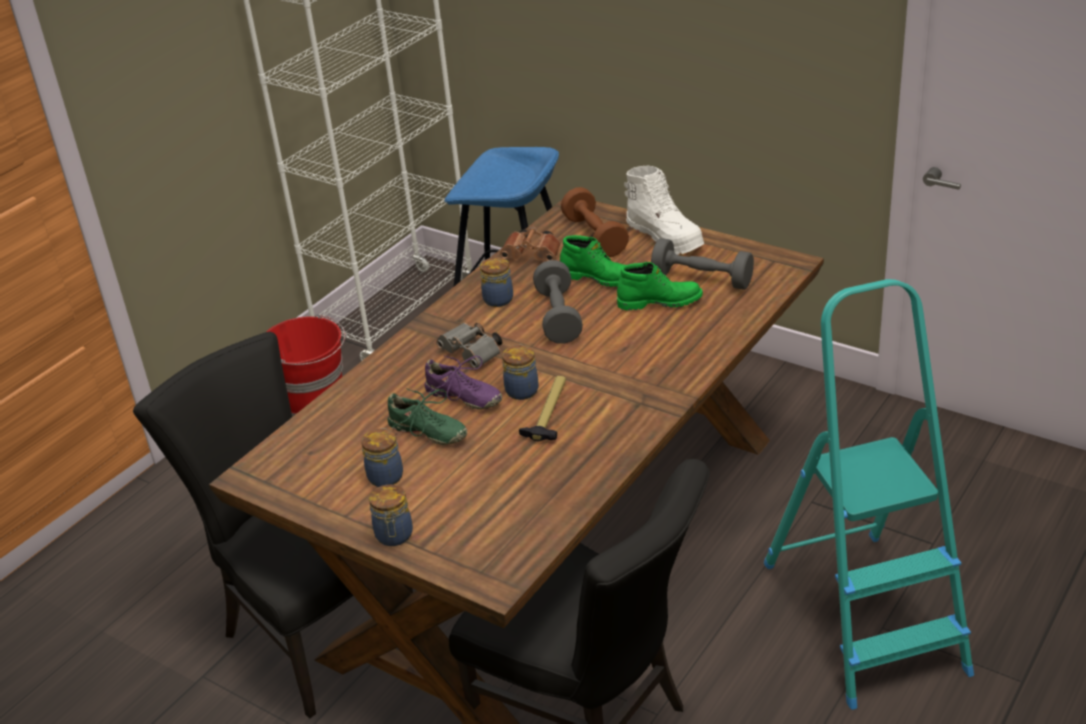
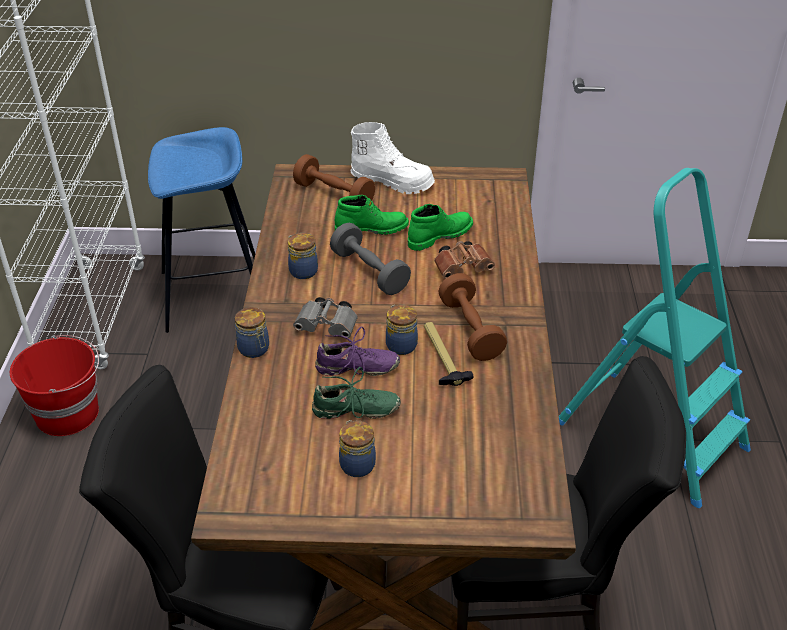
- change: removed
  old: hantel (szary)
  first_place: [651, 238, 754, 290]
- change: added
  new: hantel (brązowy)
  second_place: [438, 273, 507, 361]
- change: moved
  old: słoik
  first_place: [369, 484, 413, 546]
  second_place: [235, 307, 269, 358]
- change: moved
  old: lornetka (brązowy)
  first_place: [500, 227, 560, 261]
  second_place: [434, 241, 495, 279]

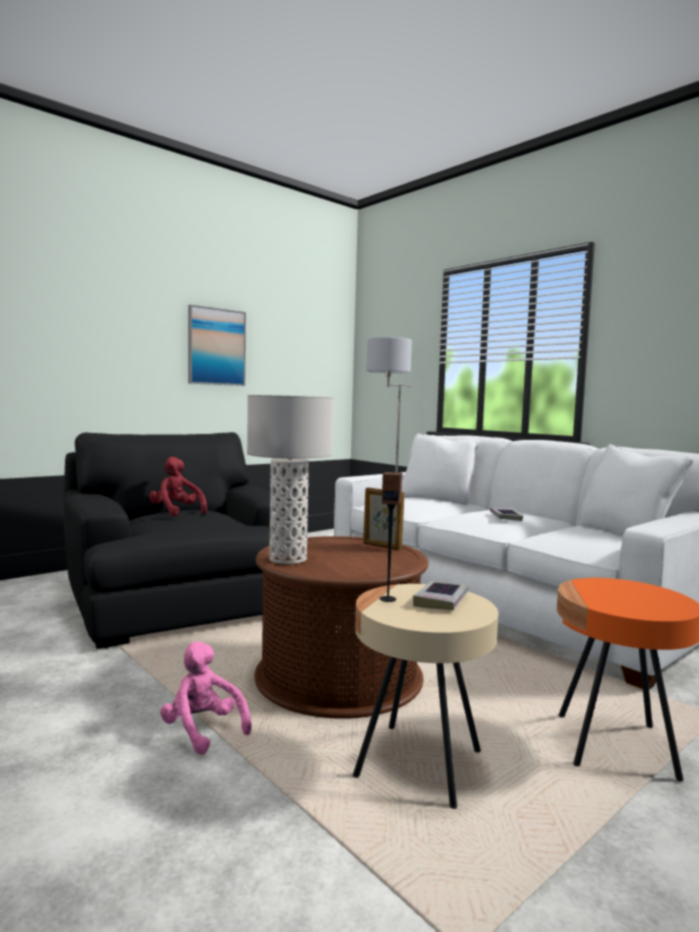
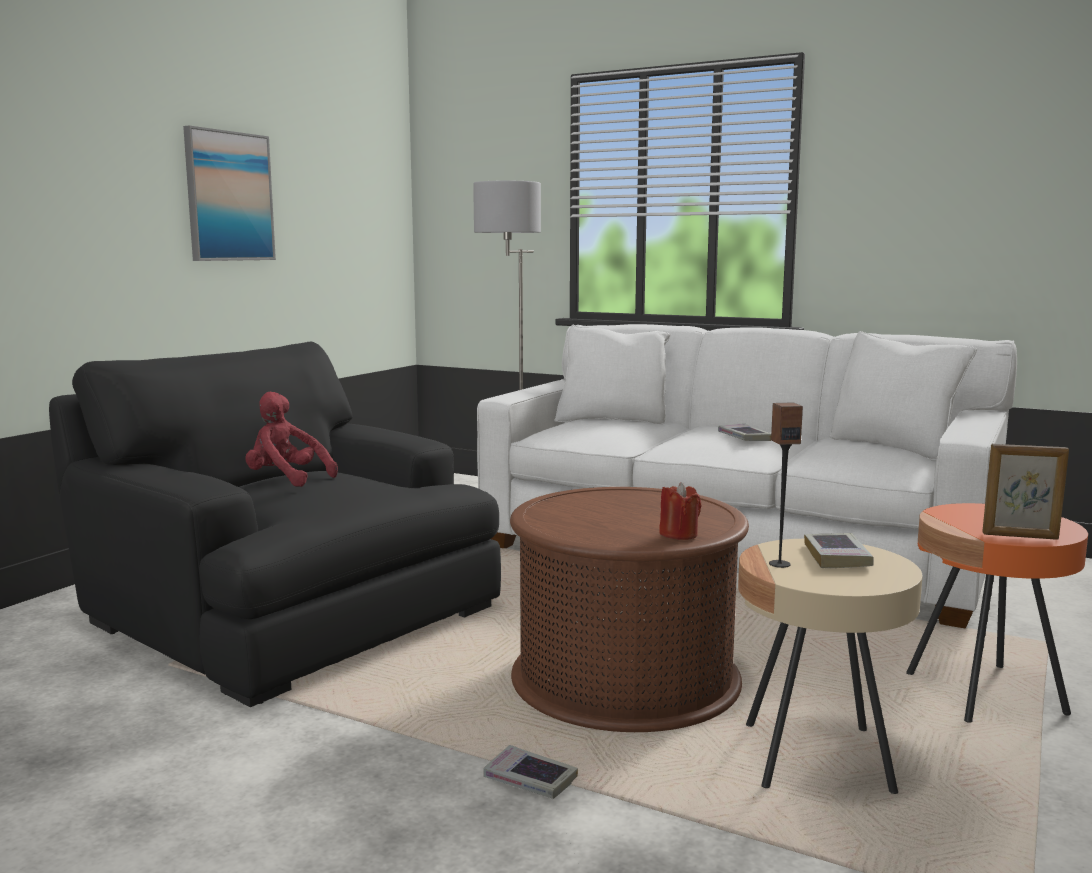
- change: removed
  old: lampa stołowa (biały)
  first_place: [247, 395, 334, 564]
- change: added
  new: świeca (czerwony)
  second_place: [659, 482, 701, 540]
- change: moved
  old: ramka na zdjęcie
  first_place: [363, 488, 404, 550]
  second_place: [982, 444, 1069, 540]
- change: replaced
  old: pluszak (różowy)
  new: książka
  first_place: [160, 641, 252, 755]
  second_place: [483, 745, 578, 799]

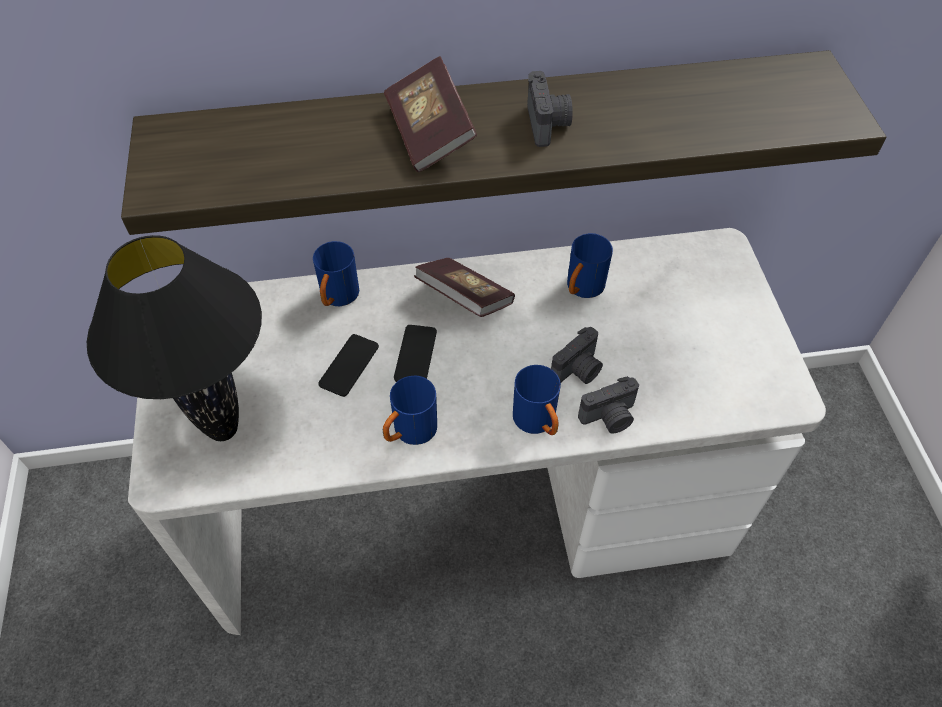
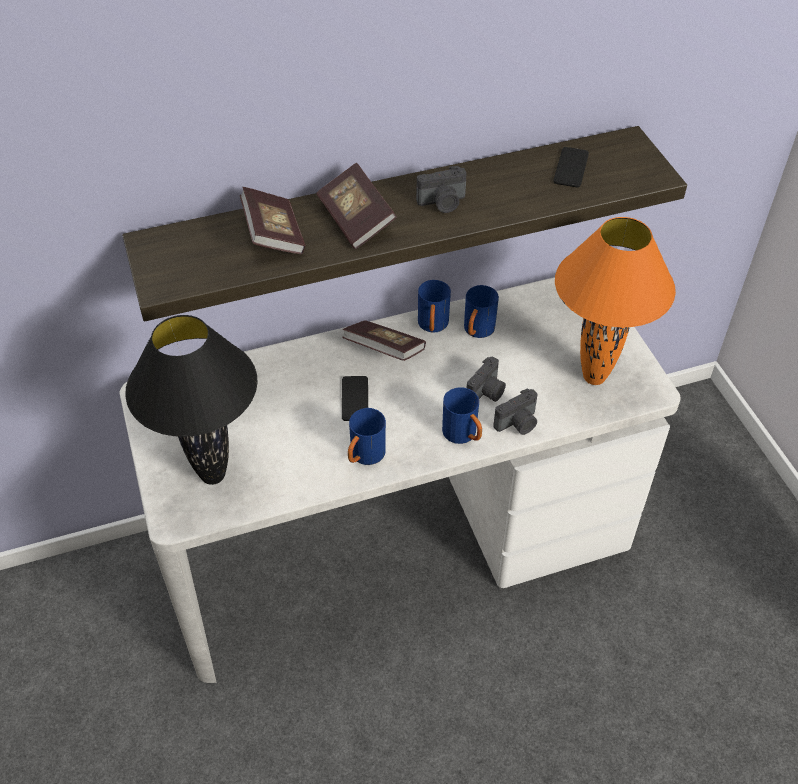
- change: added
  new: książka
  second_place: [240, 187, 305, 254]
- change: added
  new: lampa stołowa (pomarańczowy)
  second_place: [555, 217, 676, 385]
- change: moved
  old: kubek (niebieski)
  first_place: [313, 241, 359, 306]
  second_place: [418, 280, 451, 333]
- change: moved
  old: telefon
  first_place: [318, 334, 379, 397]
  second_place: [553, 147, 589, 187]
- change: turned
  old: aparat fotograficzny
  first_place: [527, 71, 573, 147]
  second_place: [416, 166, 467, 213]
  degrees: 90

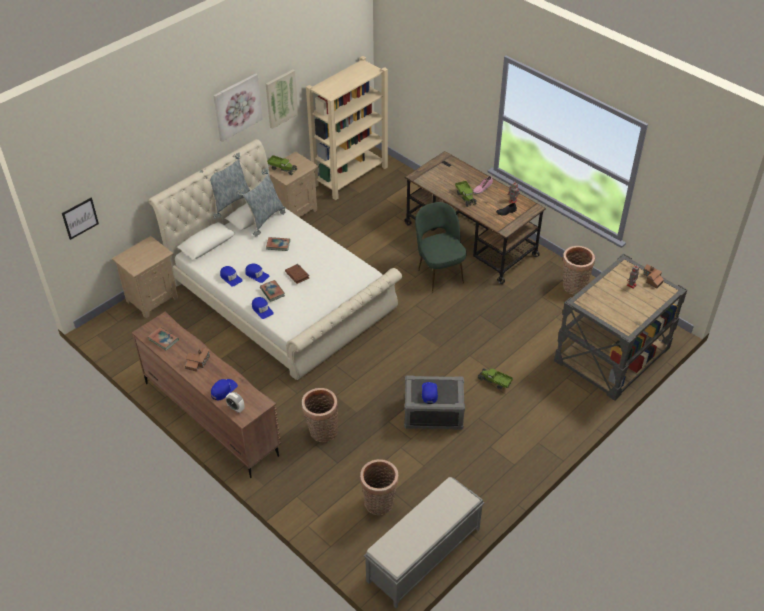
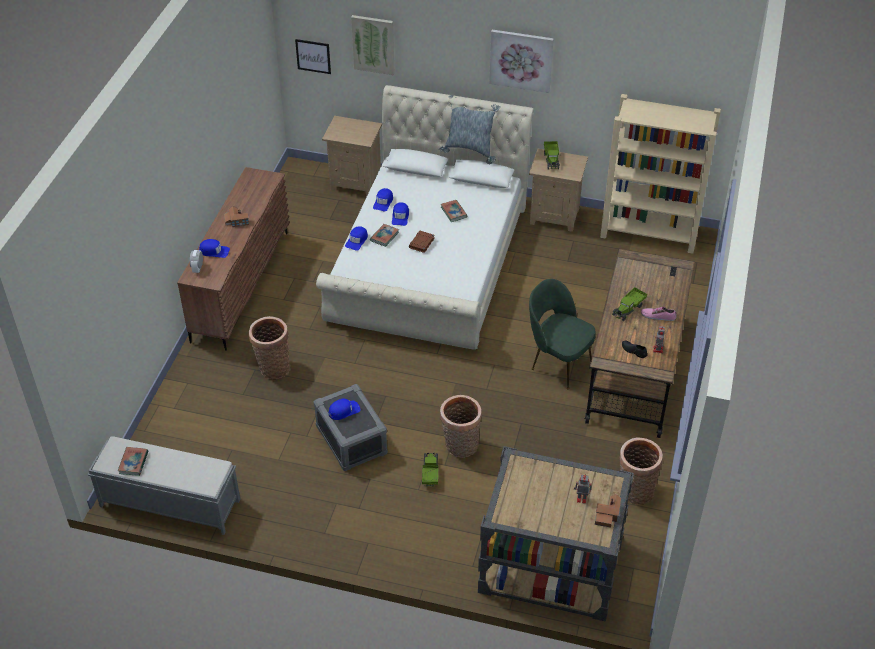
- change: removed
  old: poduszka
  first_place: [237, 167, 286, 237]
- change: moved
  old: książka
  first_place: [148, 327, 179, 351]
  second_place: [118, 447, 149, 476]
- change: moved
  old: obraz
  first_place: [266, 69, 298, 129]
  second_place: [351, 15, 394, 75]
- change: moved
  old: koszyk
  first_place: [360, 459, 398, 515]
  second_place: [440, 395, 482, 458]
- change: turned
  old: krzesło (zielony)
  first_place: [415, 202, 466, 292]
  second_place: [529, 279, 596, 390]
  degrees: -90

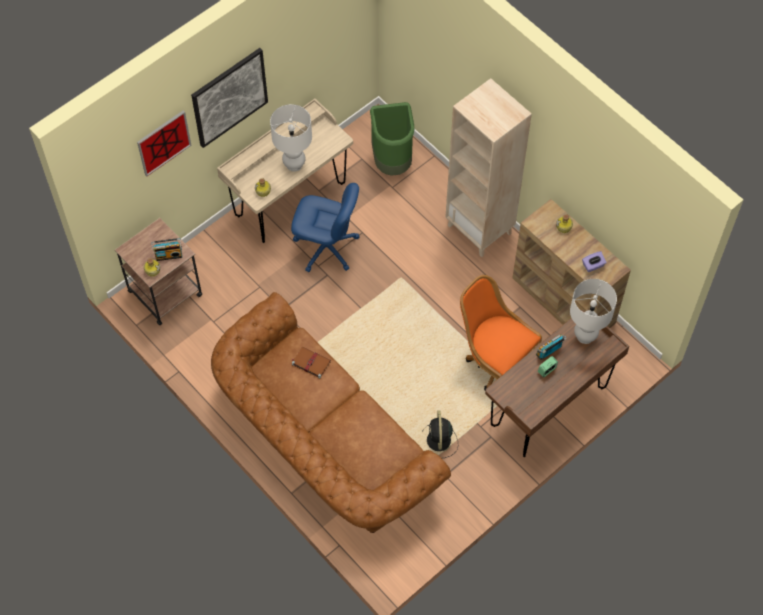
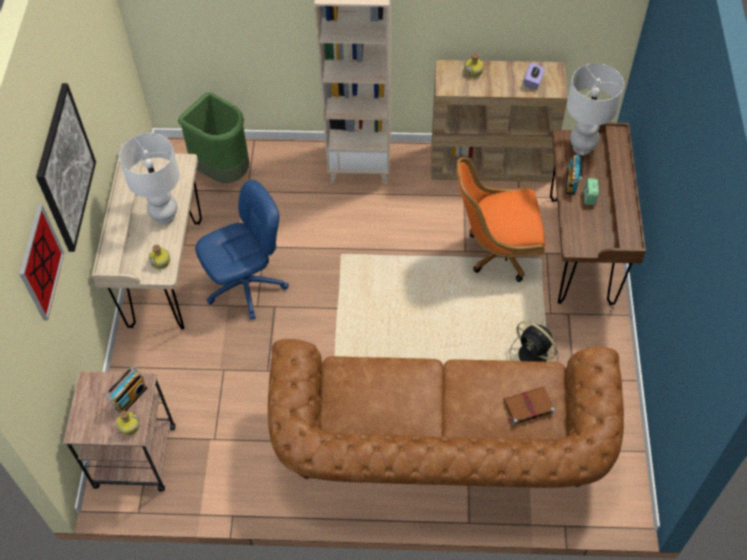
- change: moved
  old: książka (brązowy)
  first_place: [291, 347, 331, 378]
  second_place: [503, 387, 555, 425]

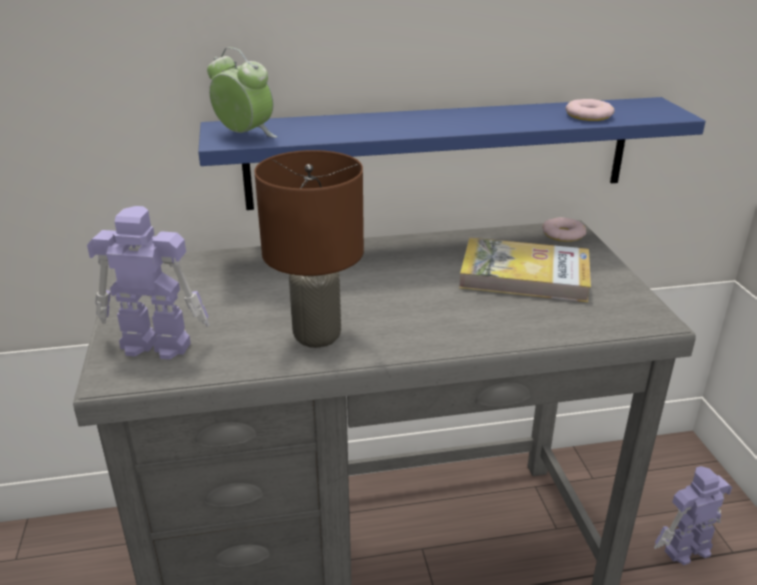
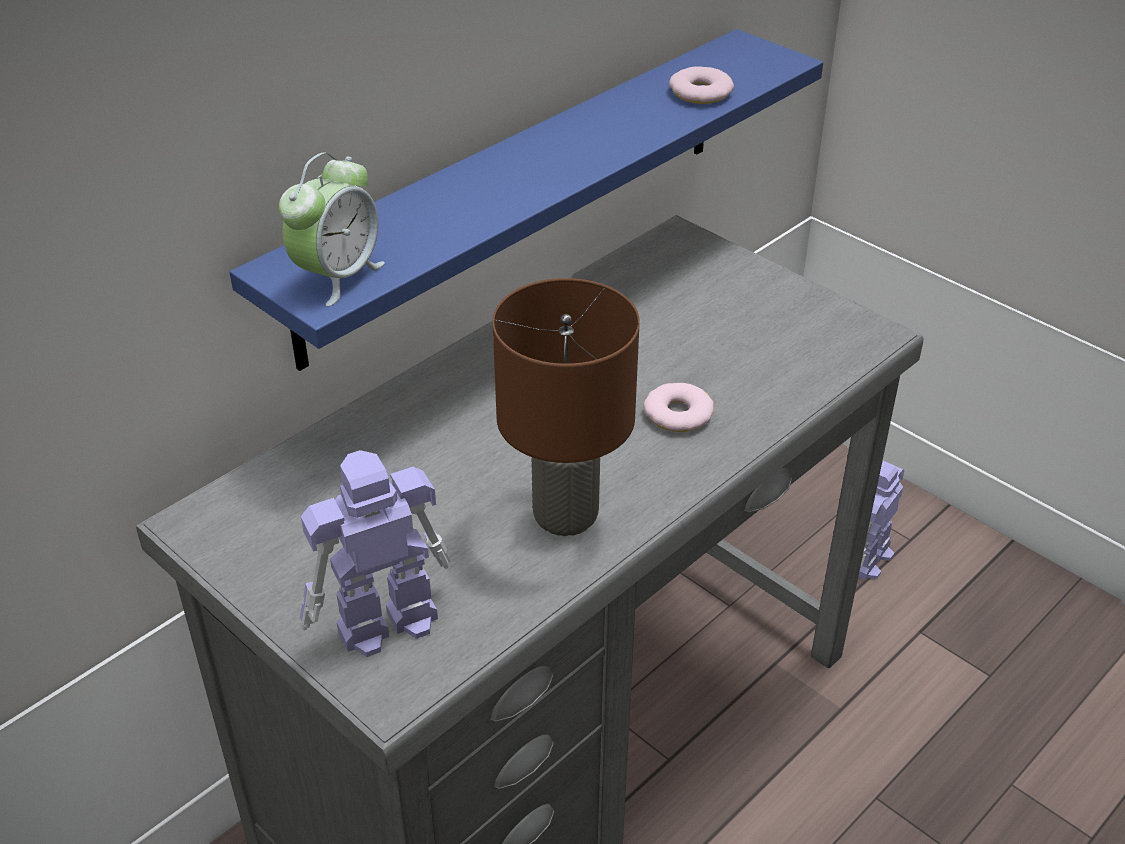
- change: removed
  old: książka
  first_place: [459, 238, 591, 302]
- change: moved
  old: donut
  first_place: [542, 217, 586, 242]
  second_place: [643, 383, 714, 432]
- change: turned
  old: budzik
  first_place: [207, 47, 277, 138]
  second_place: [279, 152, 385, 306]
  degrees: 120

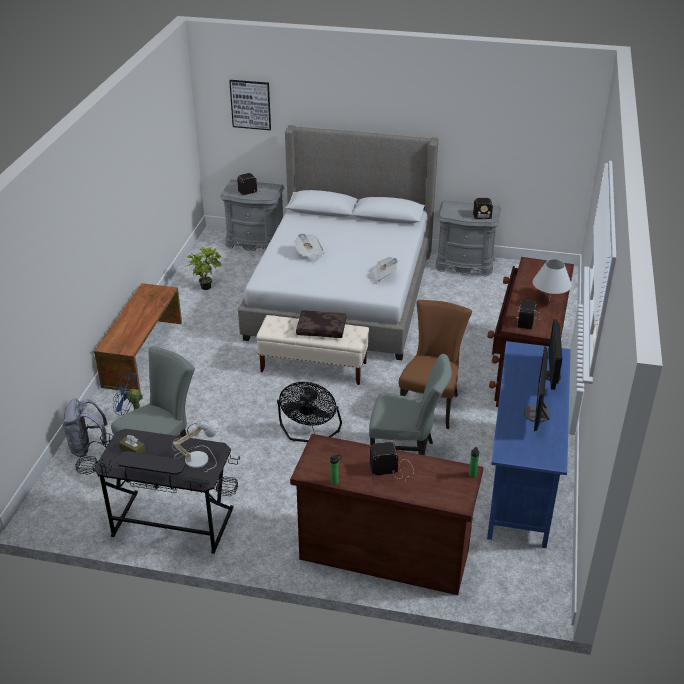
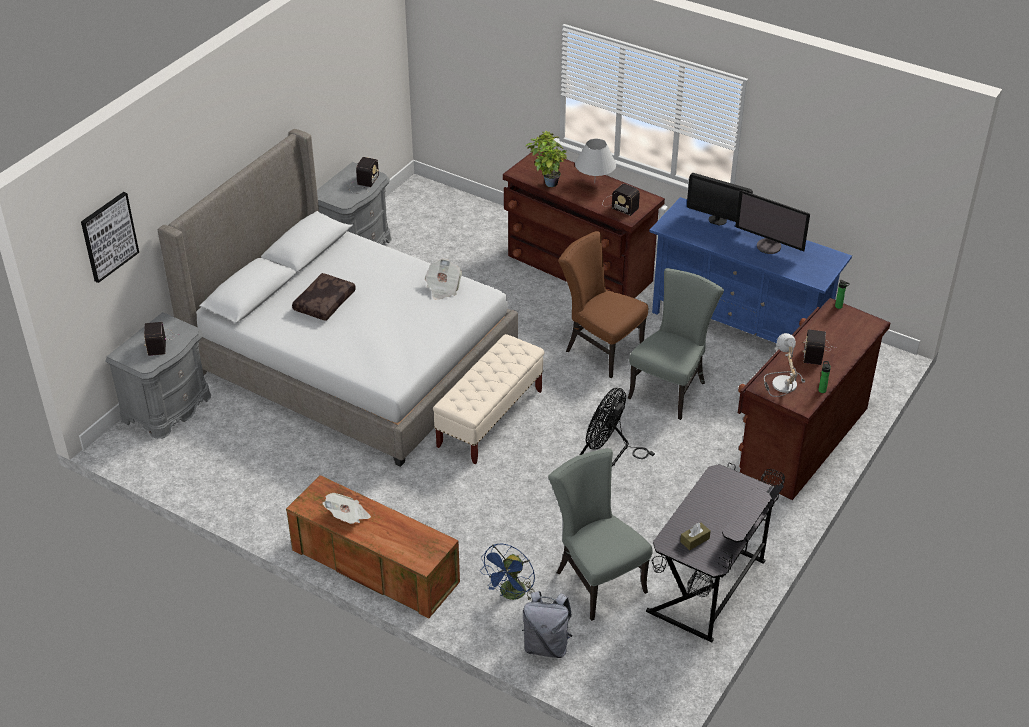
- change: moved
  old: lampa stołowa
  first_place: [171, 419, 219, 472]
  second_place: [764, 333, 805, 397]
- change: moved
  old: roślina doniczkowa
  first_place: [185, 247, 222, 290]
  second_place: [526, 130, 567, 187]
- change: moved
  old: gazeta
  first_place: [294, 233, 325, 262]
  second_place: [322, 493, 371, 524]
- change: moved
  old: poduszka (brązowy)
  first_place: [296, 310, 346, 338]
  second_place: [292, 273, 356, 321]

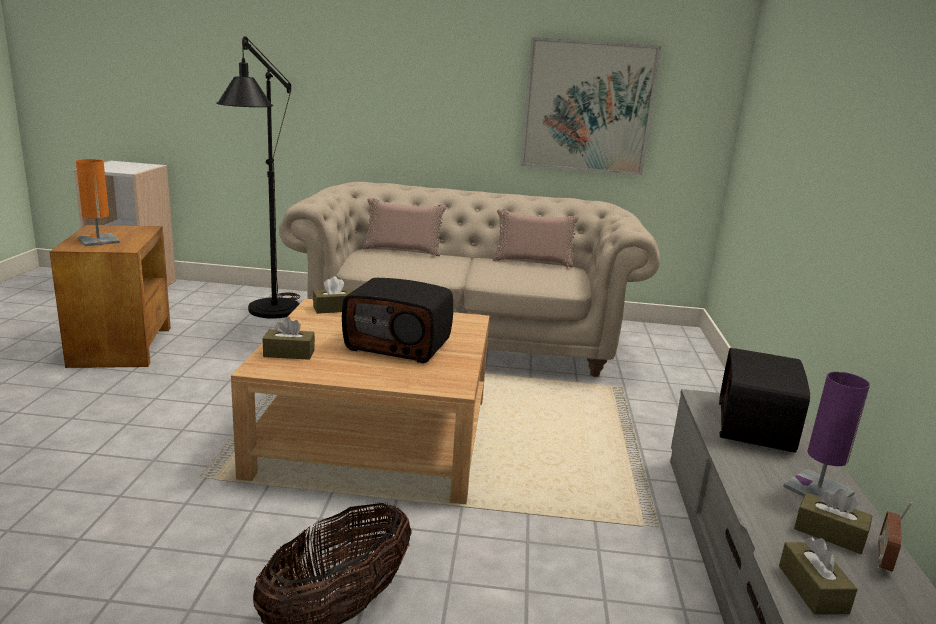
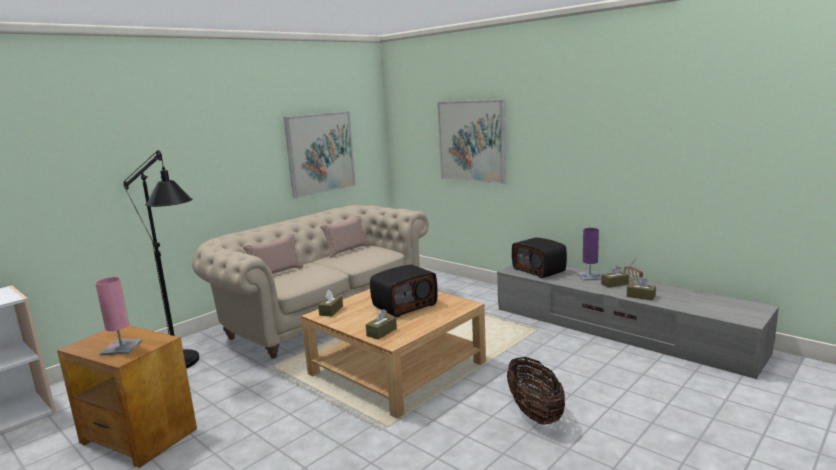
- change: added
  new: obraz
  second_place: [437, 100, 506, 184]
- change: recoloured
  old: lampa stołowa (pomarańczowy)
  new: lampa stołowa (różowy)
  first_place: [76, 159, 120, 246]
  second_place: [95, 277, 142, 355]

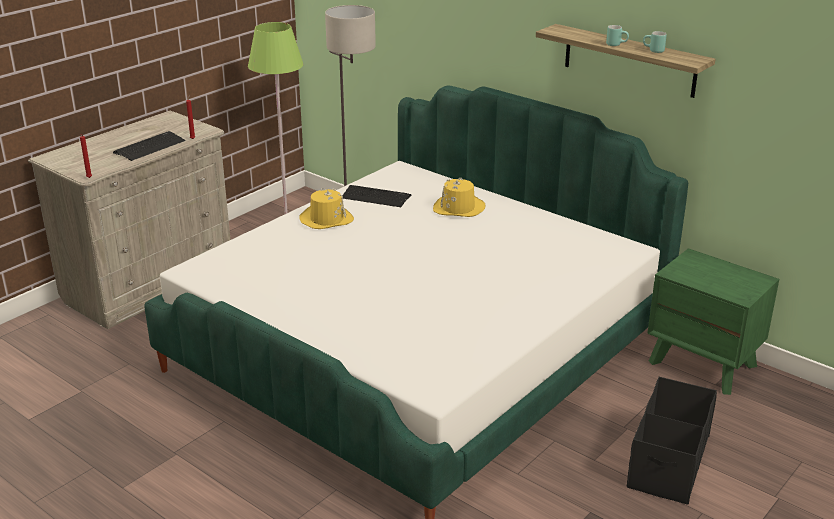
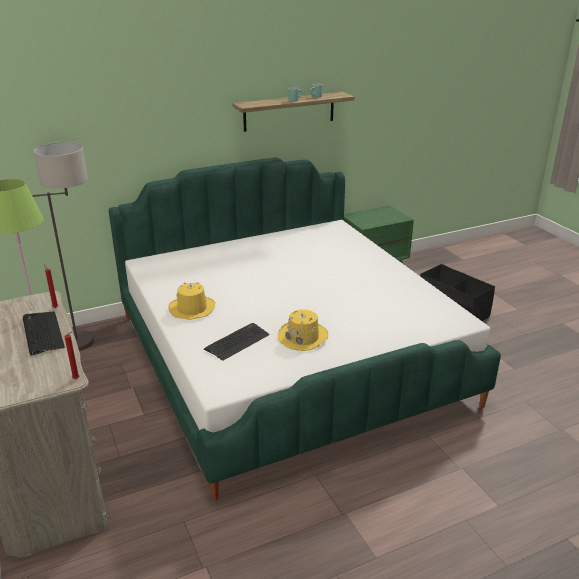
- change: moved
  old: klawiatura
  first_place: [342, 185, 411, 207]
  second_place: [204, 323, 270, 361]
- change: moved
  old: kapelusz (żółty)
  first_place: [433, 177, 485, 217]
  second_place: [278, 309, 328, 351]

